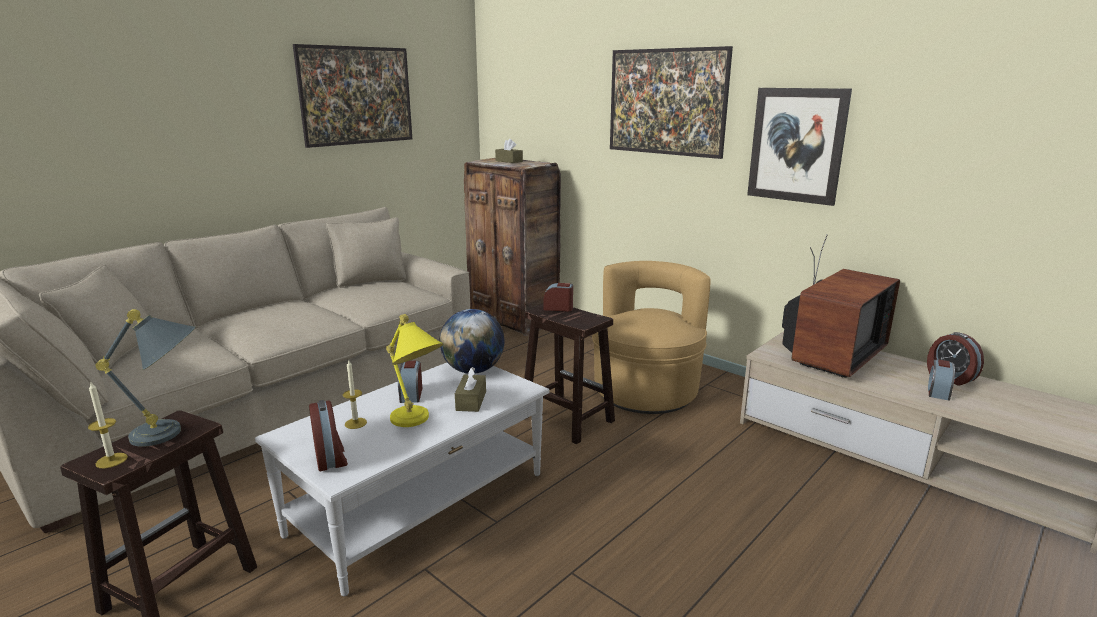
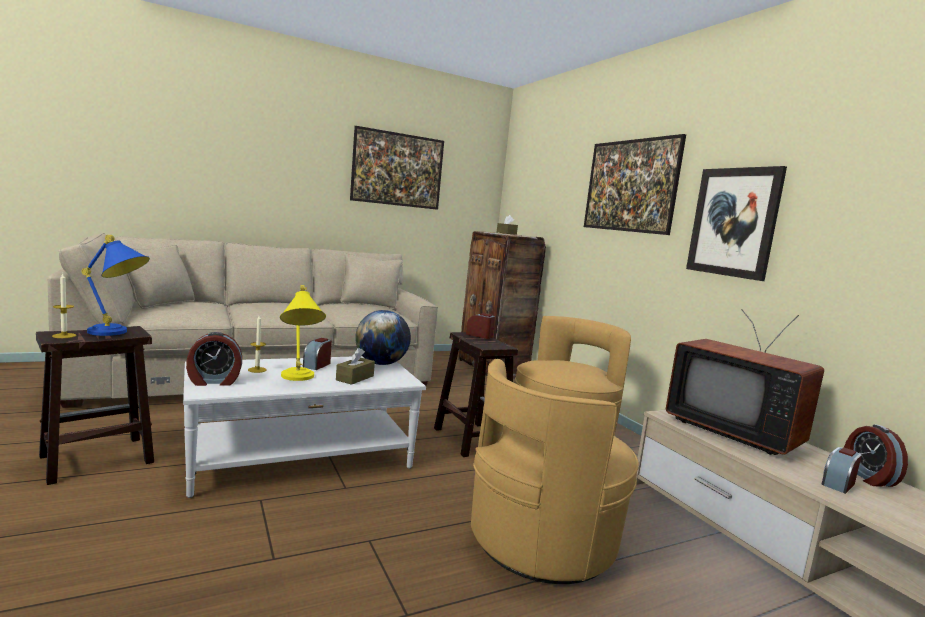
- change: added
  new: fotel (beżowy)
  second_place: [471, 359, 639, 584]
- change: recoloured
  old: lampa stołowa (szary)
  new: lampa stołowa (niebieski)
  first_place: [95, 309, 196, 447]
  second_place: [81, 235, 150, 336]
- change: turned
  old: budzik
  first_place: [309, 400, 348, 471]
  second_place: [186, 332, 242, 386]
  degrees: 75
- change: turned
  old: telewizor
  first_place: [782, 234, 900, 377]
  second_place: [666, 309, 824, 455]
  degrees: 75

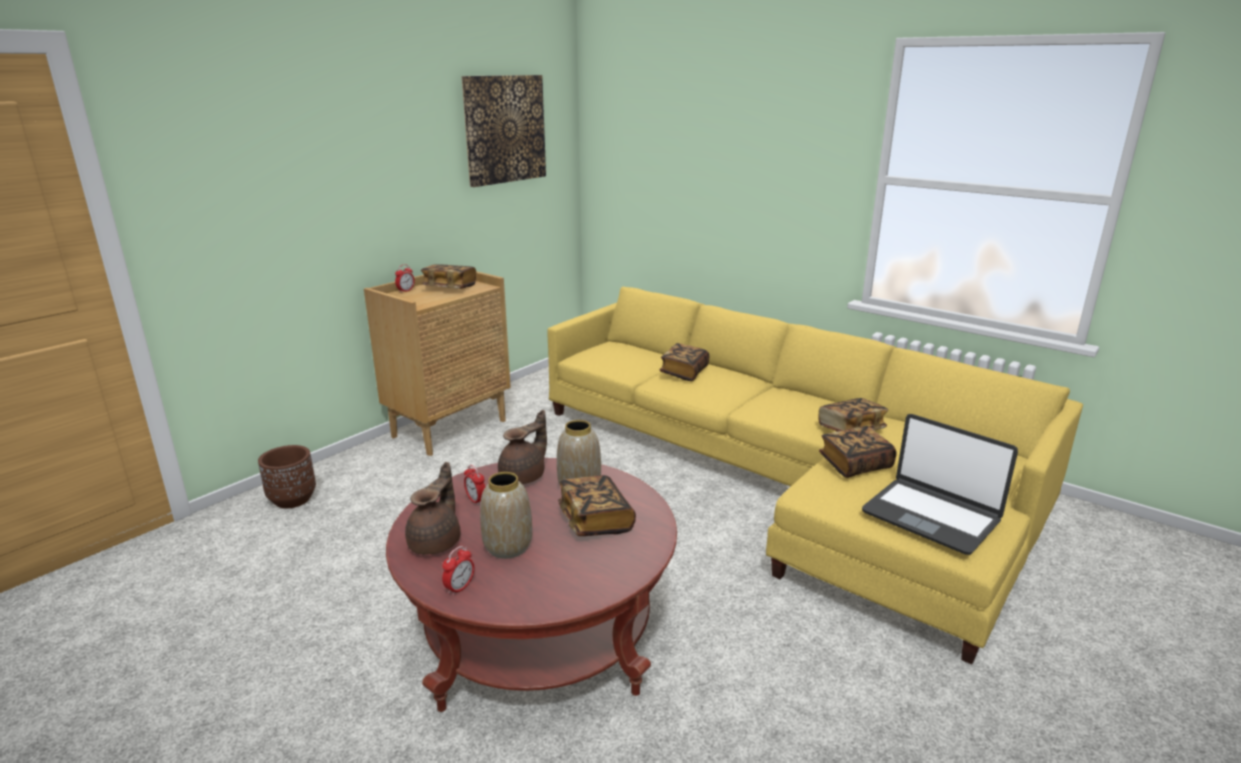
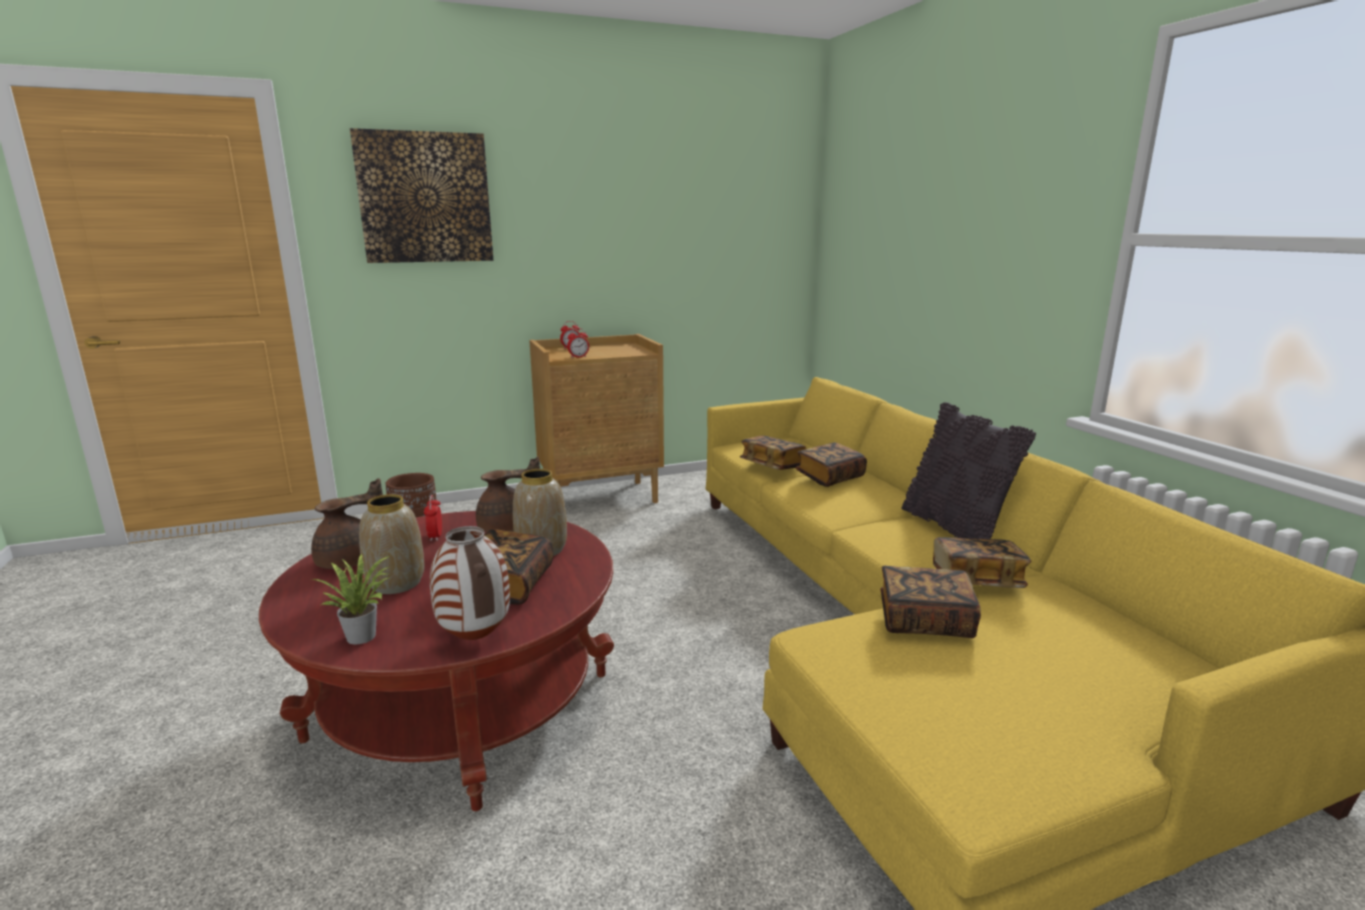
- change: removed
  old: laptop
  first_place: [862, 414, 1018, 555]
- change: added
  new: roślina doniczkowa
  second_place: [311, 553, 390, 645]
- change: added
  new: wazon
  second_place: [430, 526, 510, 640]
- change: added
  new: poduszka (czarny)
  second_place: [901, 402, 1036, 539]
- change: moved
  old: książka
  first_place: [421, 264, 476, 289]
  second_place: [740, 436, 806, 470]
- change: moved
  old: budzik
  first_place: [442, 546, 474, 596]
  second_place: [567, 328, 589, 358]
- change: moved
  old: obraz
  first_place: [461, 75, 546, 187]
  second_place: [350, 128, 493, 263]

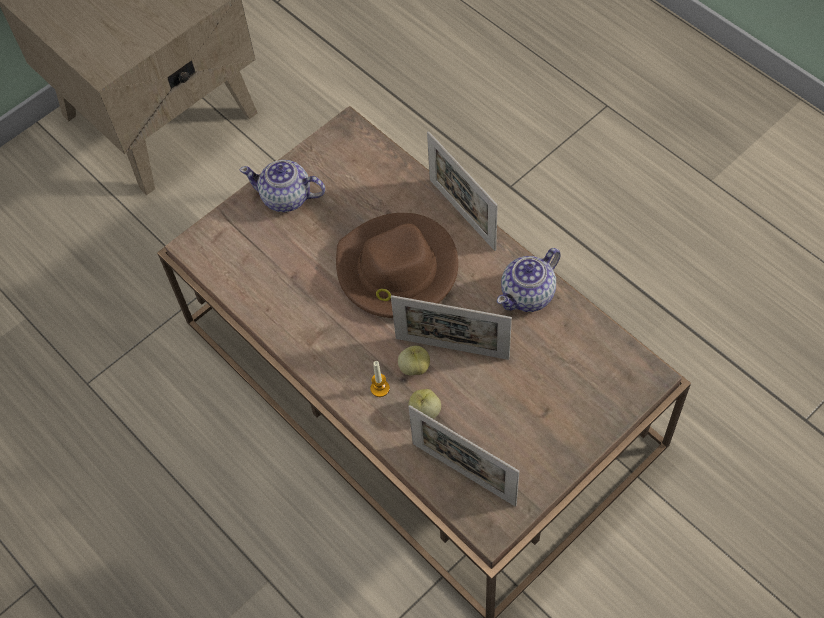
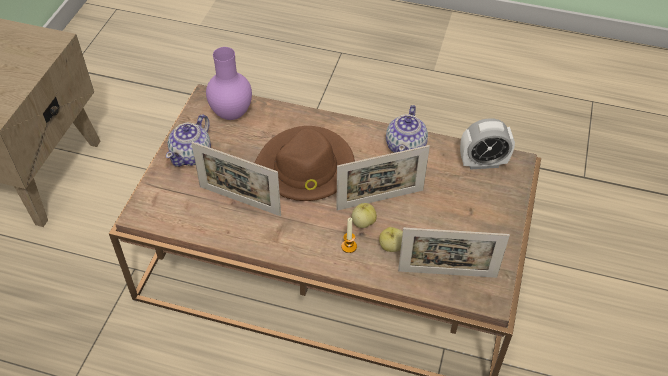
- change: added
  new: wazon (fioletowy)
  second_place: [206, 47, 252, 120]
- change: added
  new: budzik
  second_place: [460, 118, 515, 170]
- change: moved
  old: ramka na zdjęcie
  first_place: [427, 131, 498, 251]
  second_place: [191, 142, 281, 216]
- change: turned
  old: imbryk
  first_place: [240, 160, 325, 212]
  second_place: [166, 114, 211, 167]
  degrees: -45

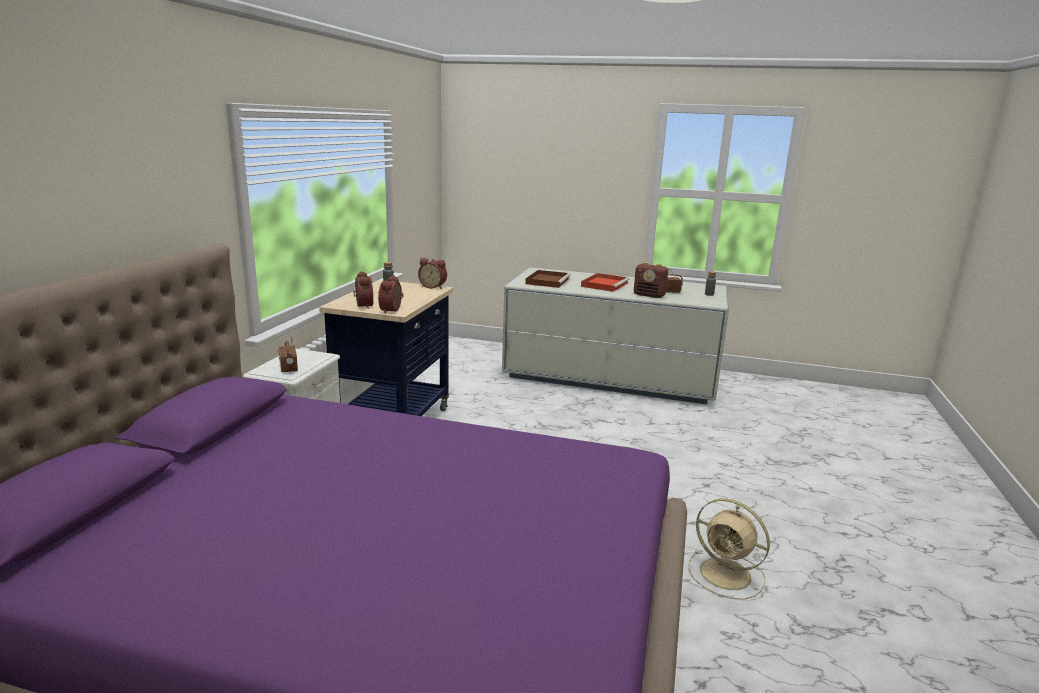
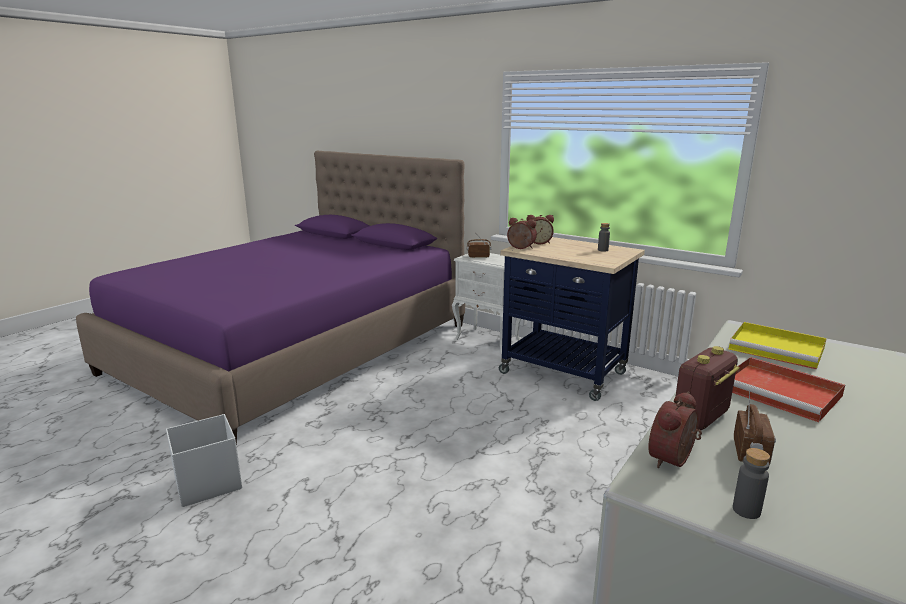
- change: moved
  old: budzik
  first_place: [418, 258, 447, 289]
  second_place: [648, 392, 702, 468]
- change: replaced
  old: wentylator (beżowy)
  new: pojemnik do przechowywania (biały)
  first_place: [688, 499, 770, 600]
  second_place: [166, 414, 242, 507]
- change: recoloured
  old: taca (brązowy)
  new: taca (żółty)
  first_place: [525, 270, 571, 288]
  second_place: [729, 322, 827, 369]

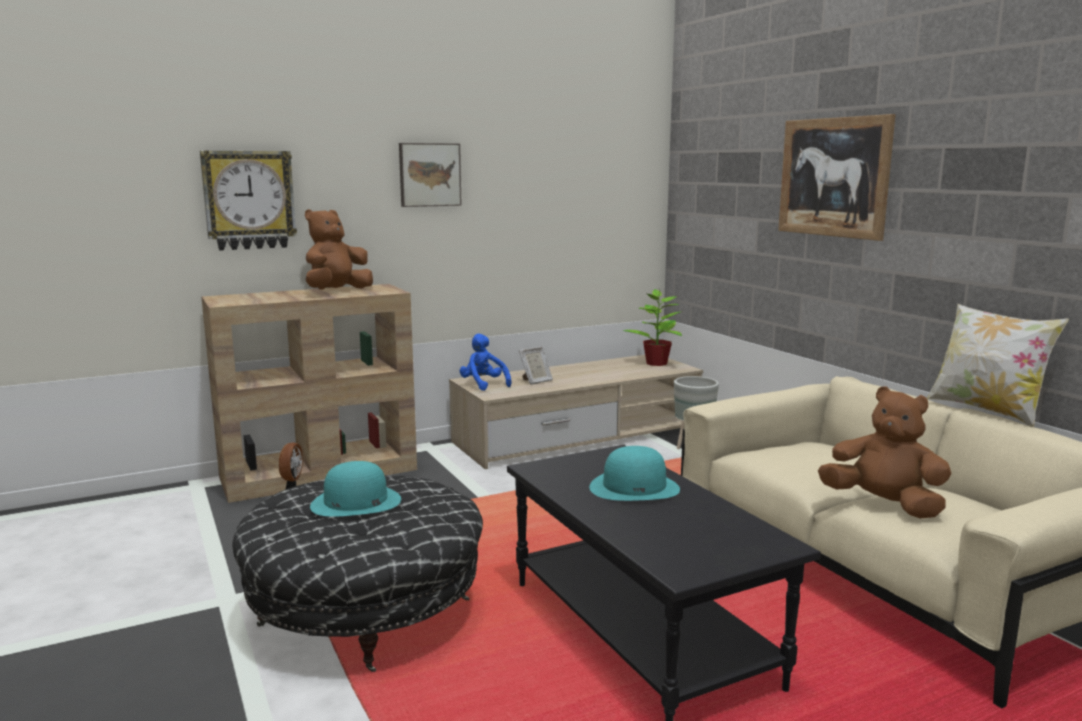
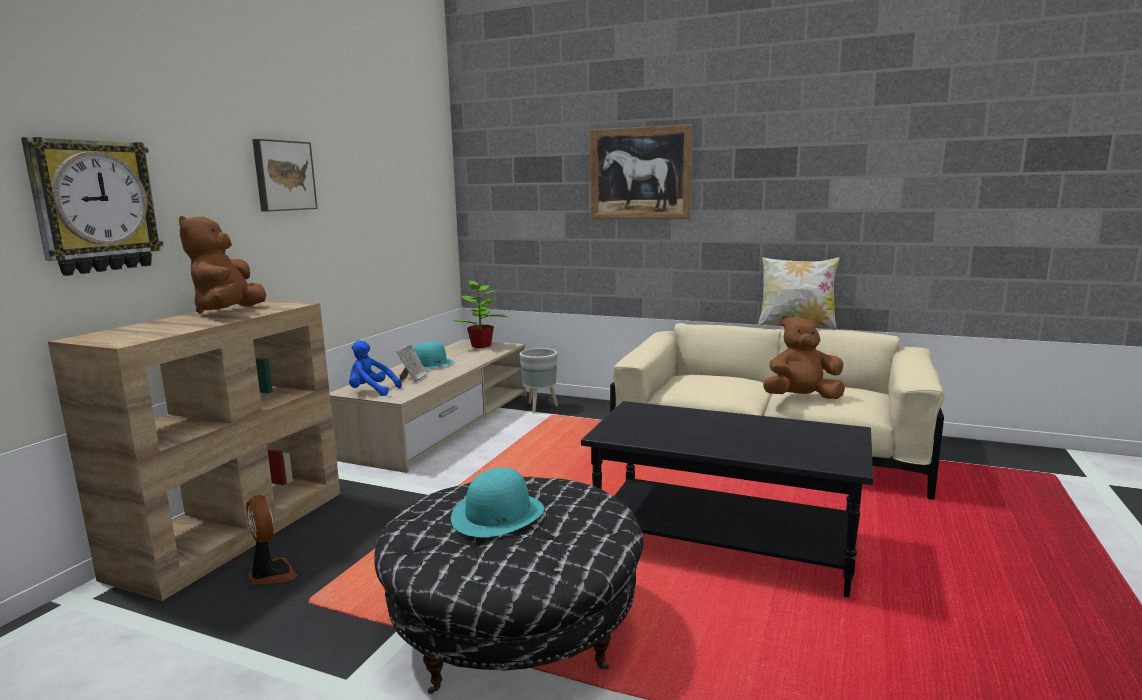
- change: moved
  old: kapelusz (turkusowy)
  first_place: [589, 446, 680, 501]
  second_place: [414, 341, 454, 370]

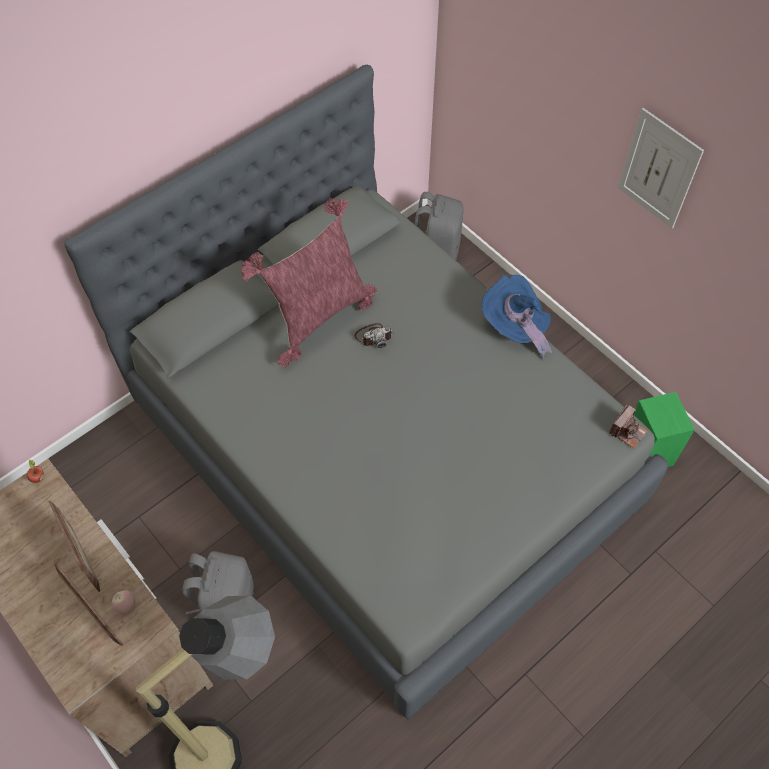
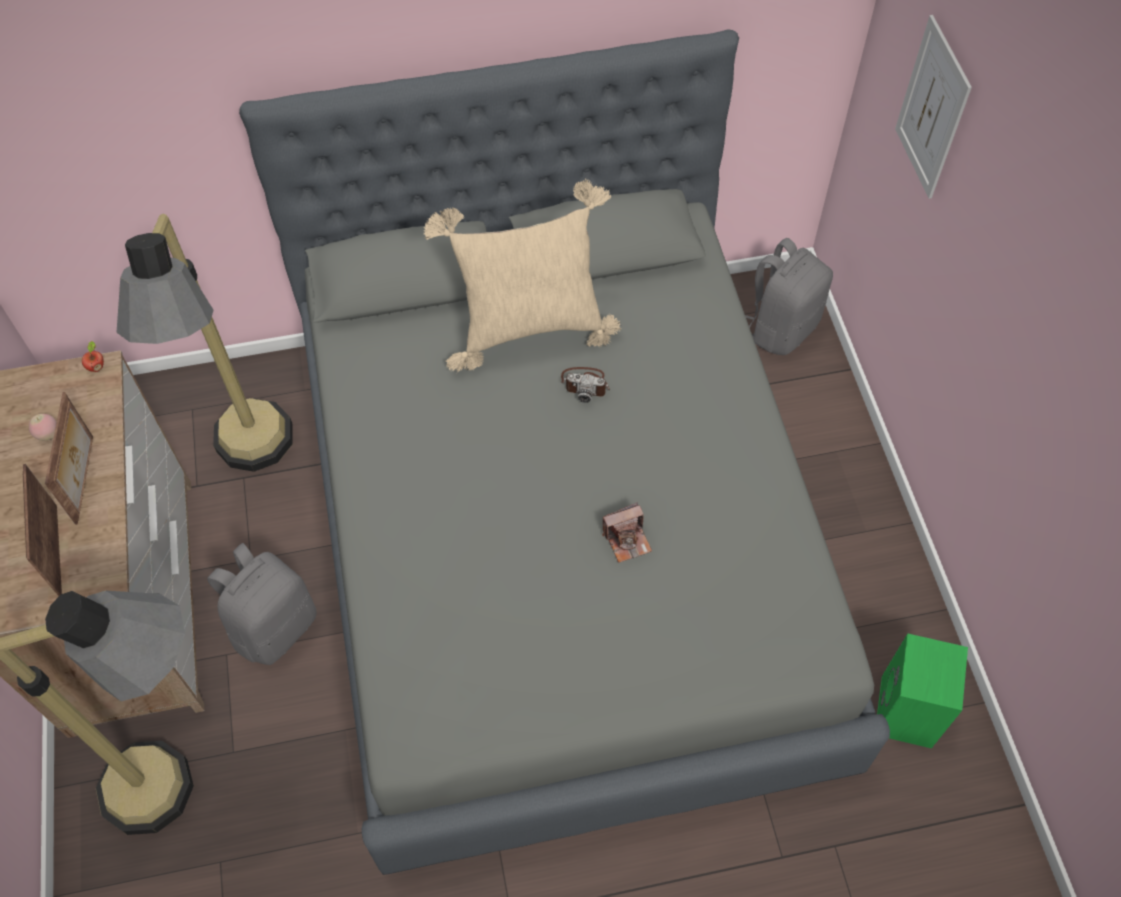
- change: removed
  old: kapelusz (niebieski)
  first_place: [482, 274, 552, 360]
- change: added
  new: lampa stojąca
  second_place: [116, 214, 293, 472]
- change: moved
  old: jabłko
  first_place: [112, 590, 135, 613]
  second_place: [29, 414, 57, 441]
- change: moved
  old: aparat fotograficzny
  first_place: [609, 404, 647, 448]
  second_place: [602, 503, 652, 563]
- change: moved
  old: obraz
  first_place: [618, 108, 704, 228]
  second_place: [895, 15, 972, 199]
- change: recoloured
  old: poduszka (czerwony)
  new: poduszka (beżowy)
  first_place: [241, 197, 378, 367]
  second_place: [424, 178, 622, 373]

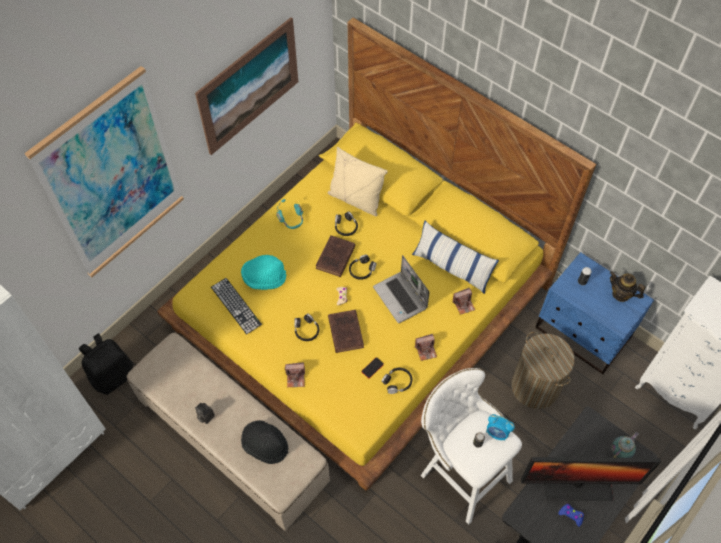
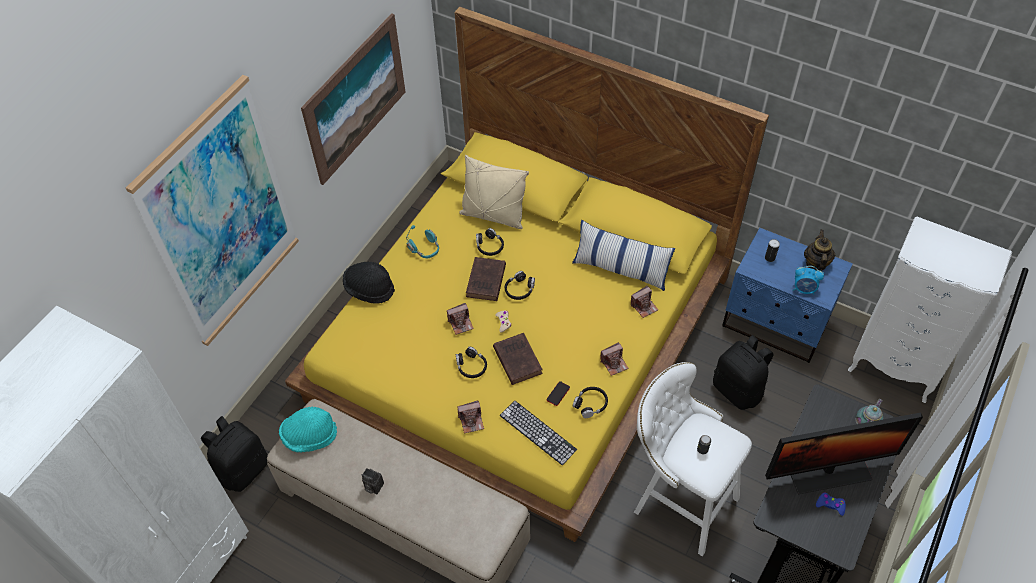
- change: removed
  old: laptop
  first_place: [373, 255, 430, 323]
- change: added
  new: aparat fotograficzny
  second_place: [447, 303, 474, 335]
- change: moved
  old: klawiatura
  first_place: [211, 278, 262, 335]
  second_place: [499, 401, 577, 465]
- change: moved
  old: kapelusz (turkusowy)
  first_place: [241, 255, 286, 290]
  second_place: [279, 407, 337, 453]
- change: moved
  old: kapelusz (czarny)
  first_place: [241, 420, 288, 464]
  second_place: [343, 262, 395, 304]
- change: moved
  old: budzik
  first_place: [486, 414, 515, 441]
  second_place: [793, 266, 824, 295]
- change: replaced
  old: kosz na pranie
  new: plecak (czarny)
  first_place: [511, 331, 575, 409]
  second_place: [713, 335, 773, 410]
- change: turned
  old: imbryk
  first_place: [610, 271, 645, 302]
  second_place: [804, 230, 836, 271]
  degrees: 75

